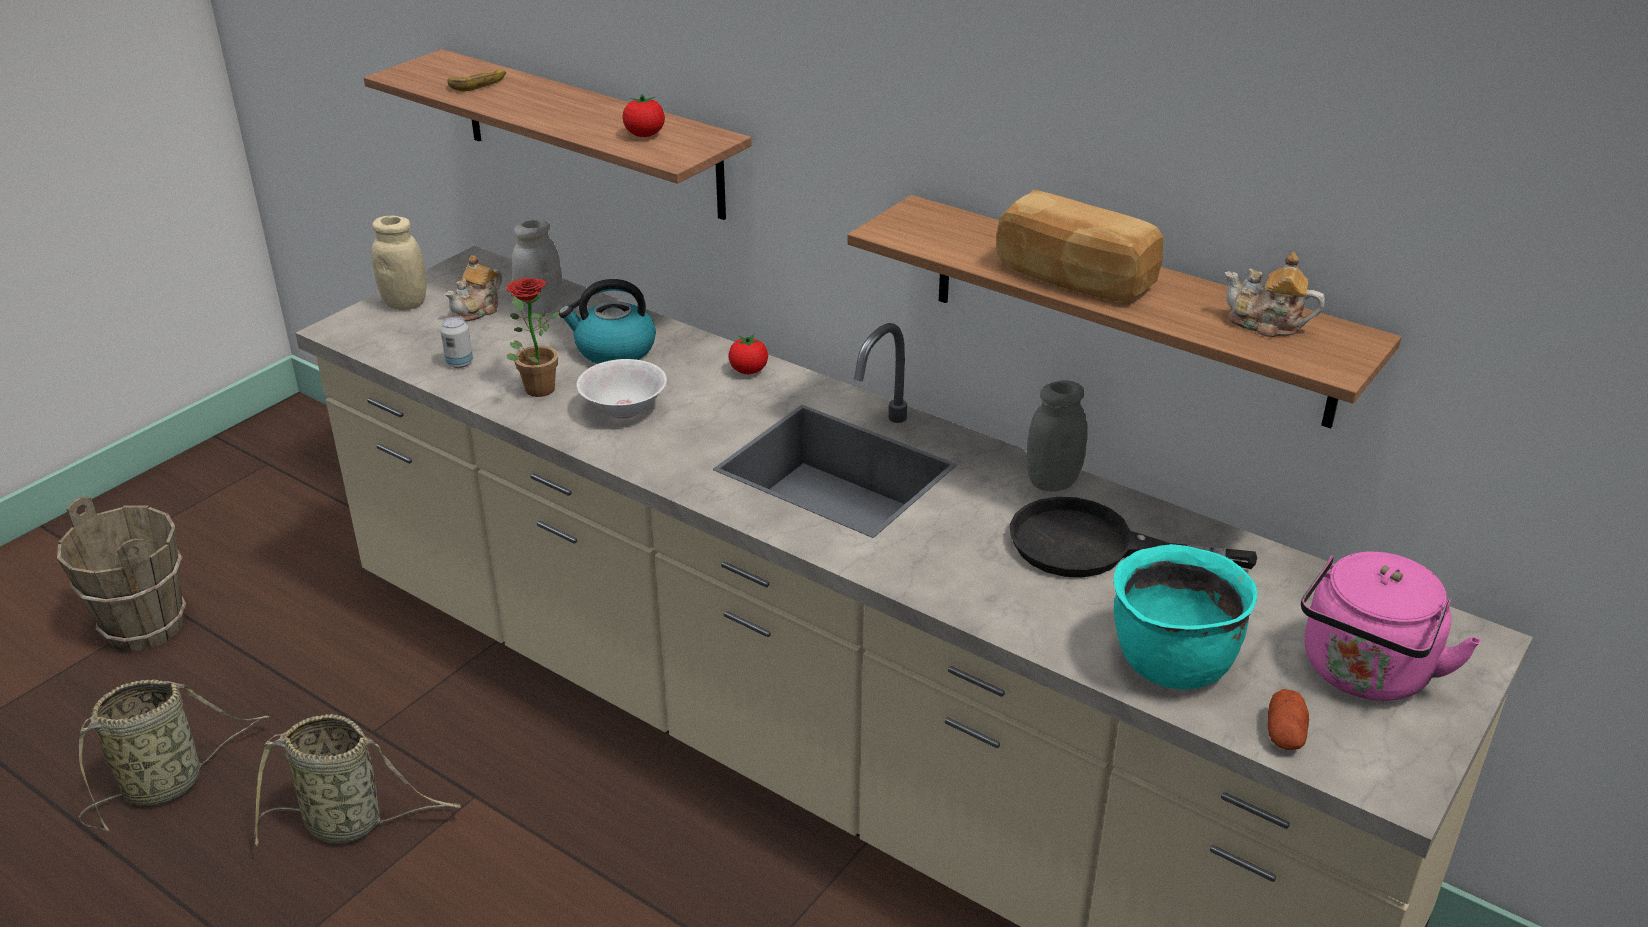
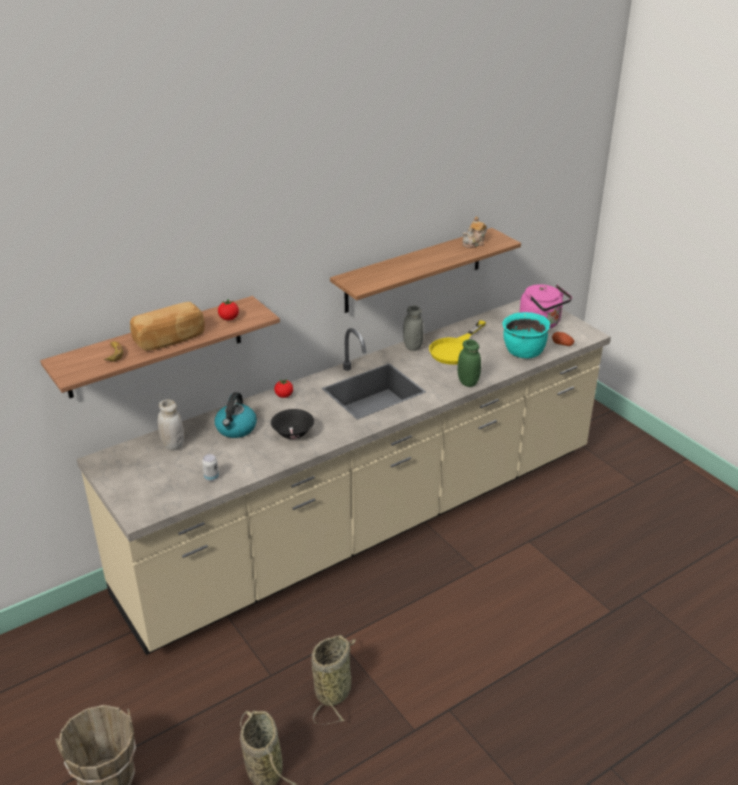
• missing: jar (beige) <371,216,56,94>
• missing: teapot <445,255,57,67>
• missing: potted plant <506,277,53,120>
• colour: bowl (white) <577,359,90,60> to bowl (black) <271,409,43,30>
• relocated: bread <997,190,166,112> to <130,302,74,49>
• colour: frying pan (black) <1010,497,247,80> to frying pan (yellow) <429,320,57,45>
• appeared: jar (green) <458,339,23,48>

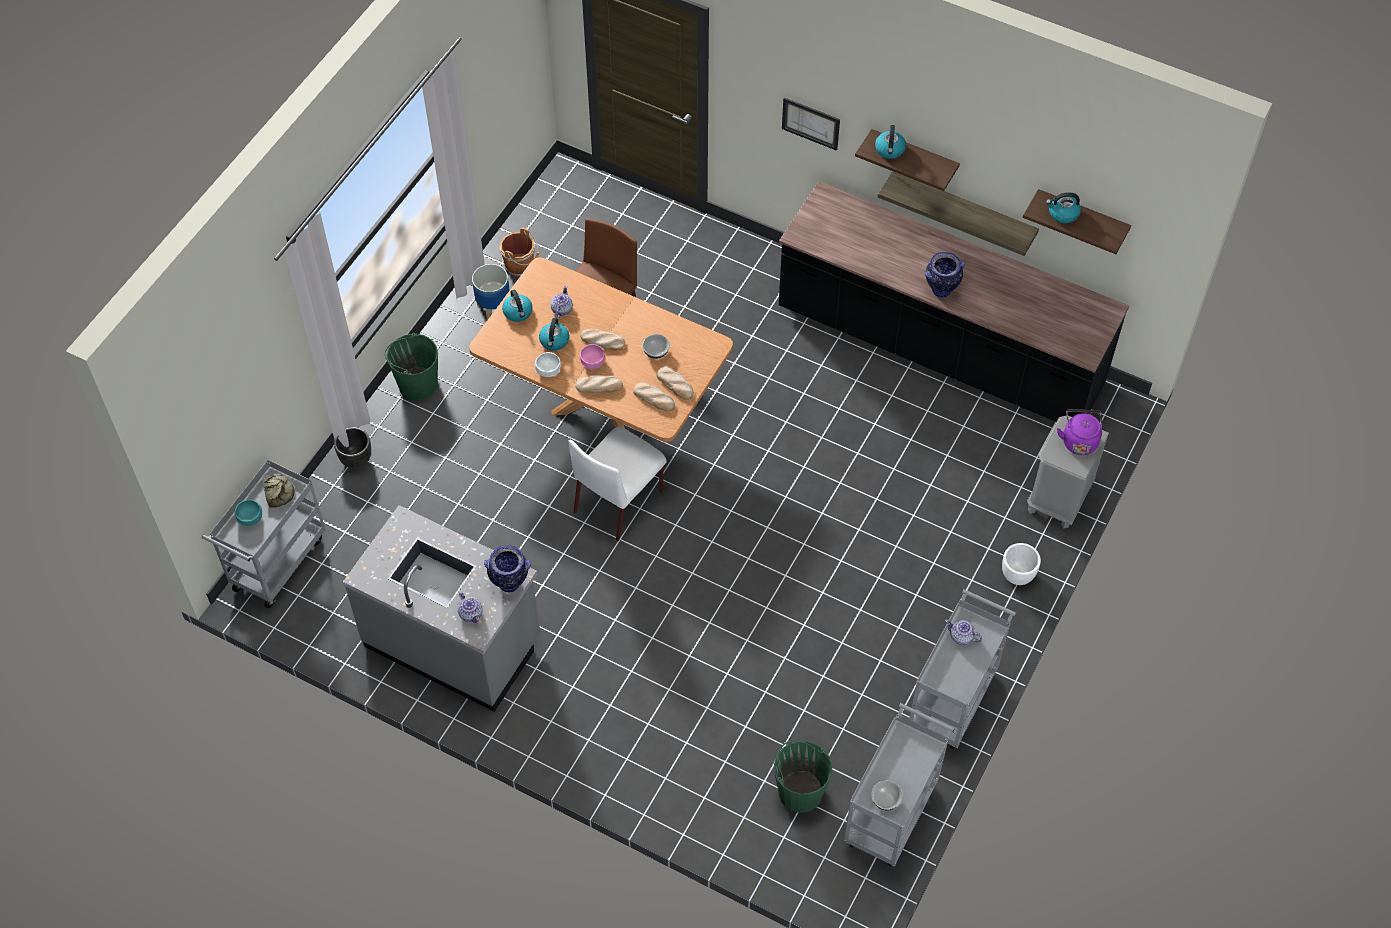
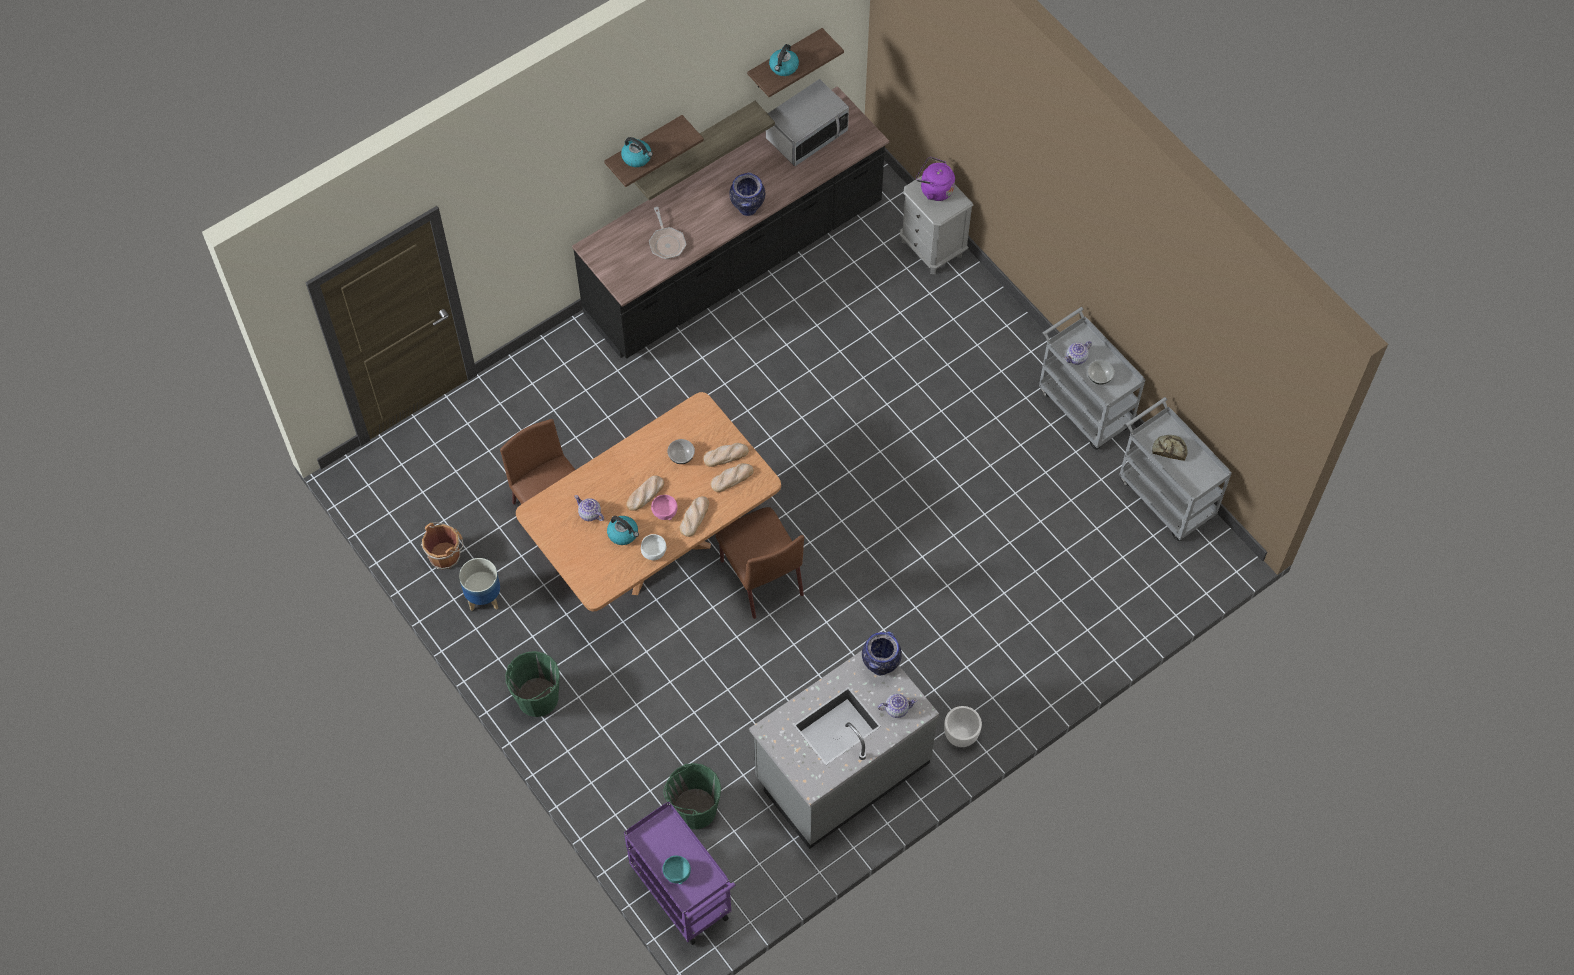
• colour: cart (grey) <202,460,124,148> to cart (purple) <624,802,112,143>
• relocated: bread <264,475,30,32> to <1152,435,36,26>
• missing: planter (black) <334,427,37,41>
• missing: kettle <502,290,31,32>
• colour: chair (white) <568,427,99,114> to chair (brown) <715,507,89,112>
• relocated: bucket (green) <774,741,58,72> to <664,763,57,67>
• missing: picture <782,97,58,54>
• relocated: bowl <871,781,32,30> to <1088,360,26,25>
• relocated: planter (white) <1002,543,39,42> to <944,706,38,41>
• appeared: frying pan <649,207,38,52>
• appeared: microwave <766,79,83,87>

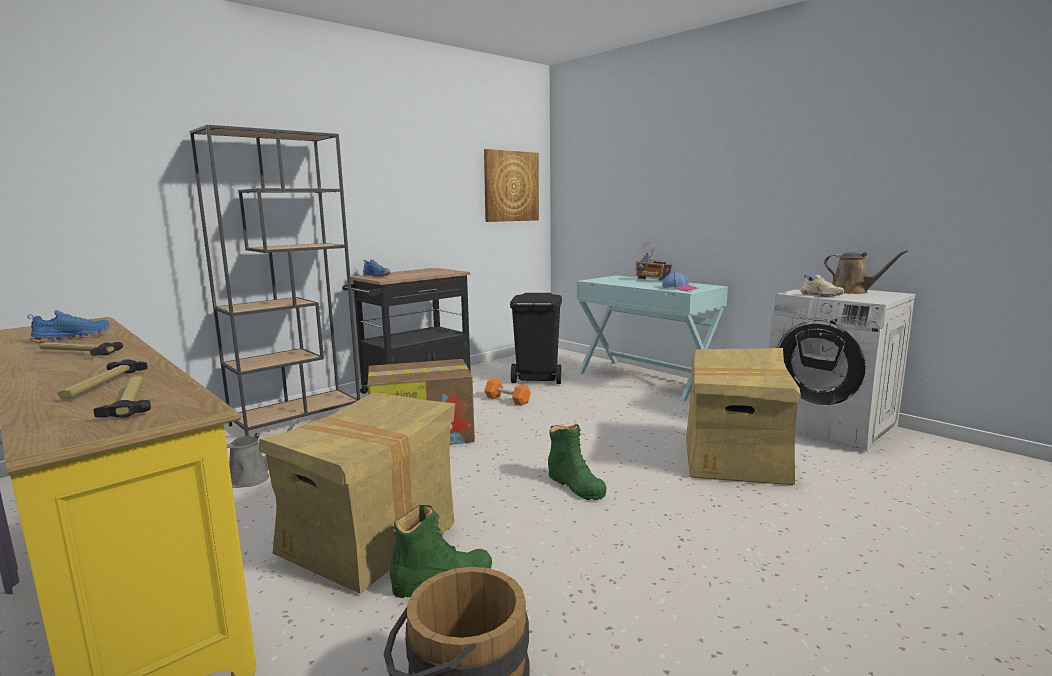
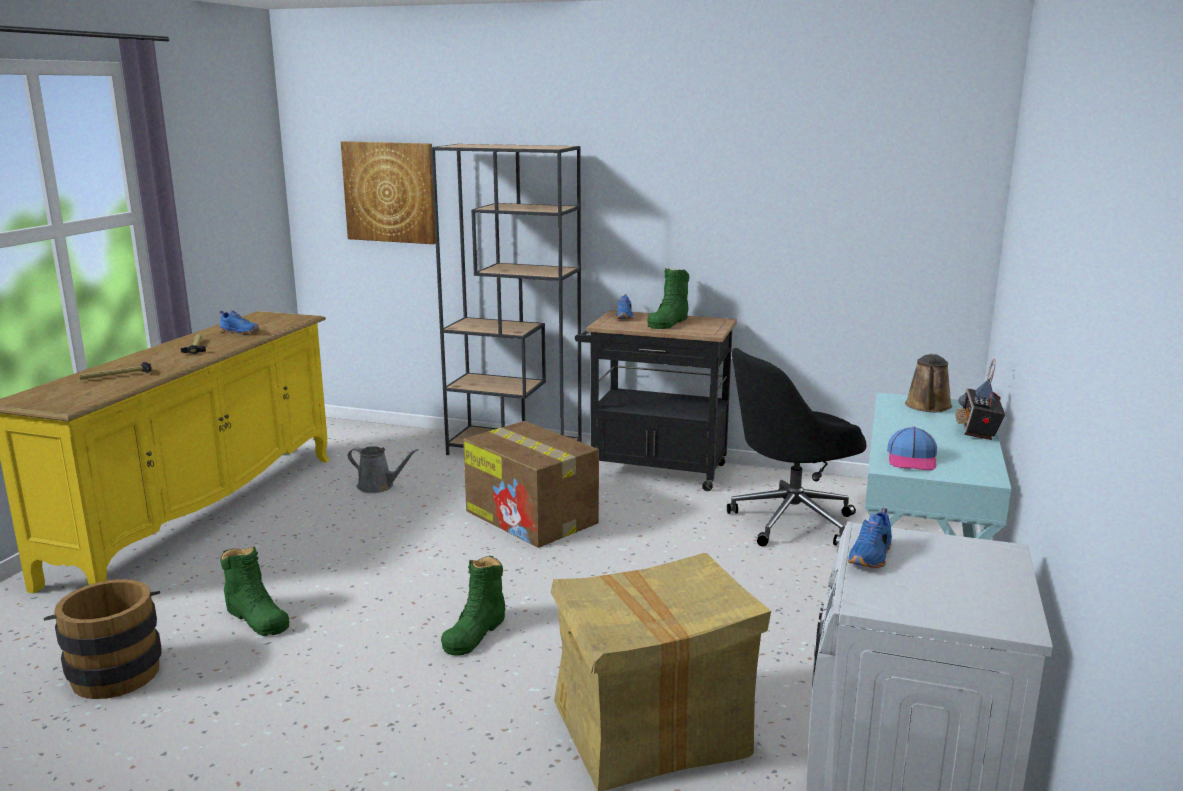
• missing: hammer <93,376,58,42>
• missing: cardboard box <259,392,196,202>
• relocated: picture <484,149,55,73> to <341,141,95,103>
• missing: dumbbell (orange) <484,379,47,27>
• exchanged: trash can (black) <510,293,52,91> to office chair (black) <727,348,139,198>
• colour: shoe (beige) <801,275,43,22> to shoe (blue) <848,508,44,60>
• relocated: watering can (brown) <824,250,84,44> to <905,353,47,59>
• appeared: boot (green) <647,268,42,61>

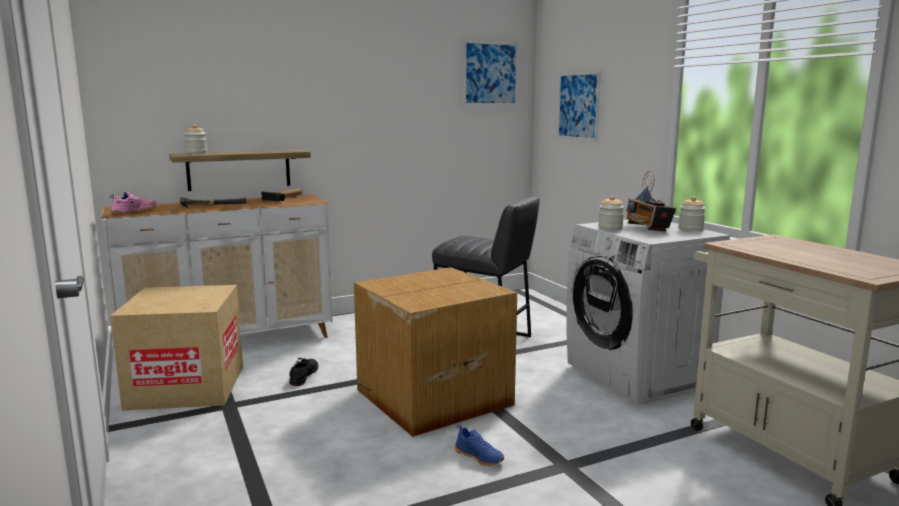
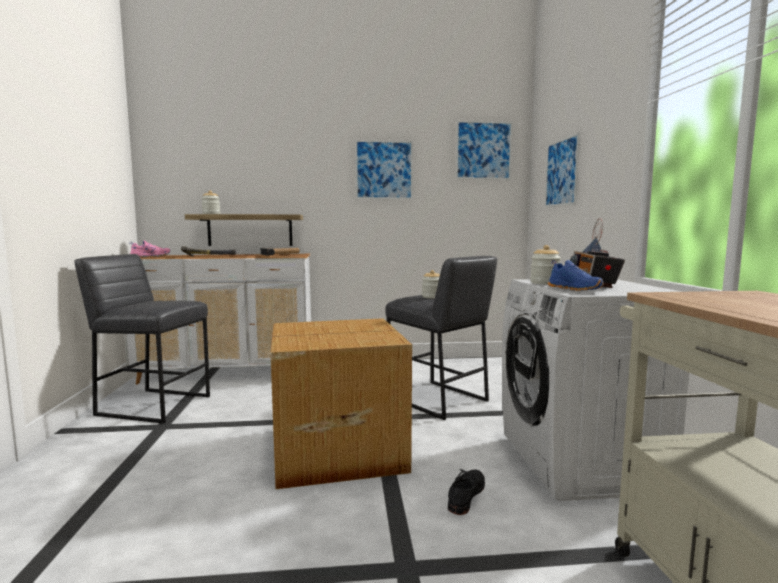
• exchanged: cardboard box <110,285,133,126> to stool (grey) <74,254,136,170>
• relocated: shoe (black) <289,358,29,28> to <448,469,37,46>
• relocated: shoe (blue) <455,424,49,42> to <548,260,56,31>
• relocated: jar <678,197,28,34> to <422,270,18,28>
• appeared: picture <355,140,58,60>

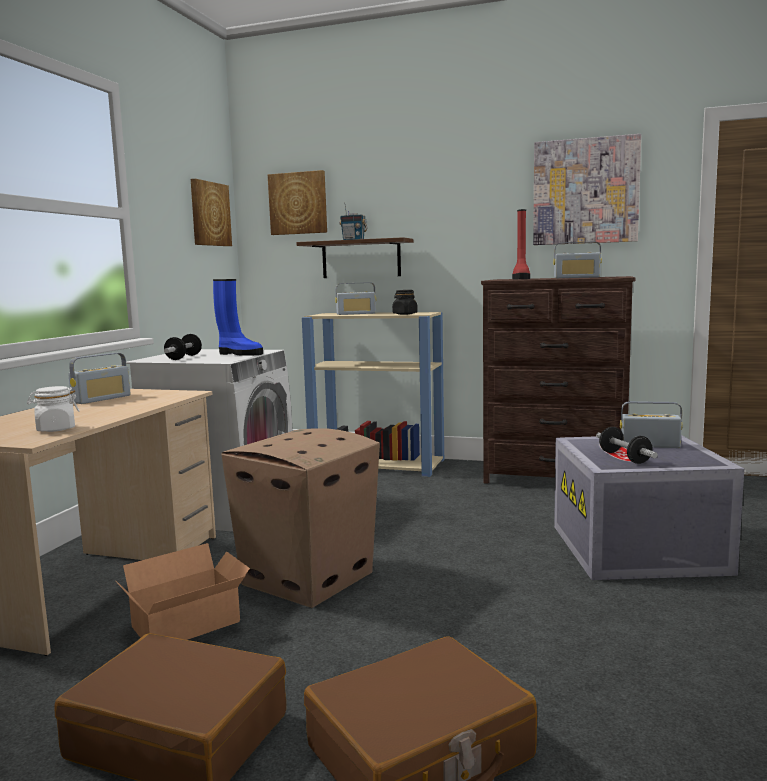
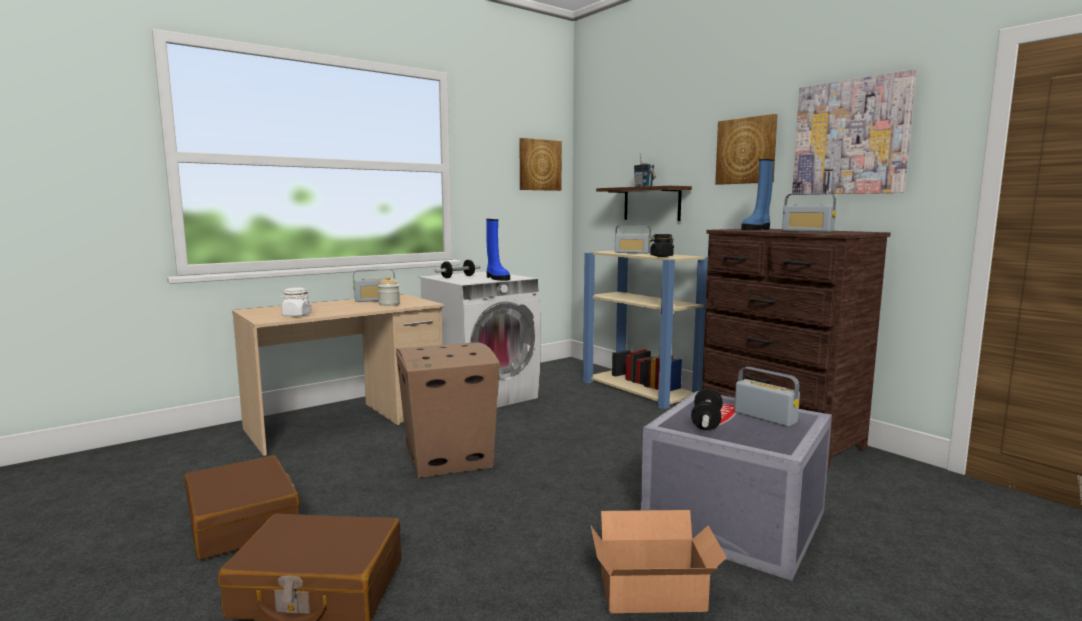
• relocated: cardboard box <116,543,134,97> to <591,510,136,103>
• relocated: picture <268,170,59,65> to <715,114,63,71>
• colour: boot (red) <512,209,18,70> to boot (blue) <741,159,33,71>
• appeared: jar <378,276,22,30>

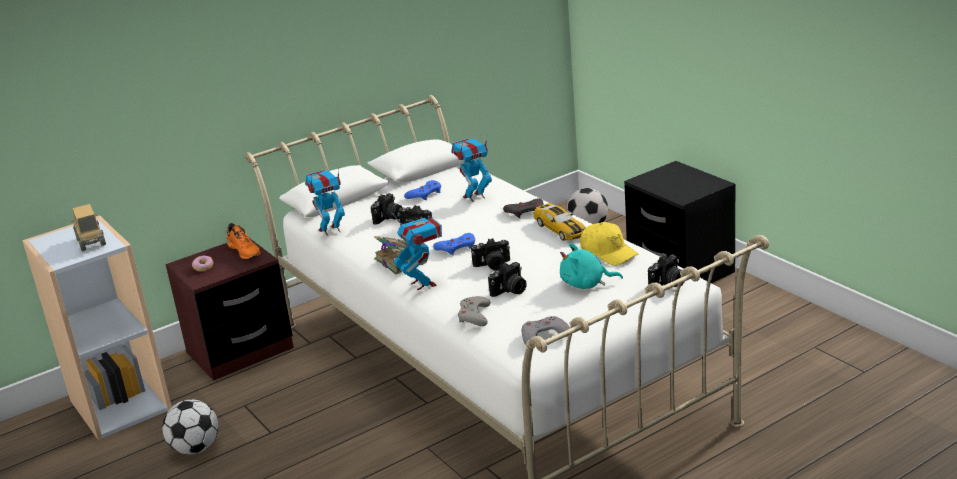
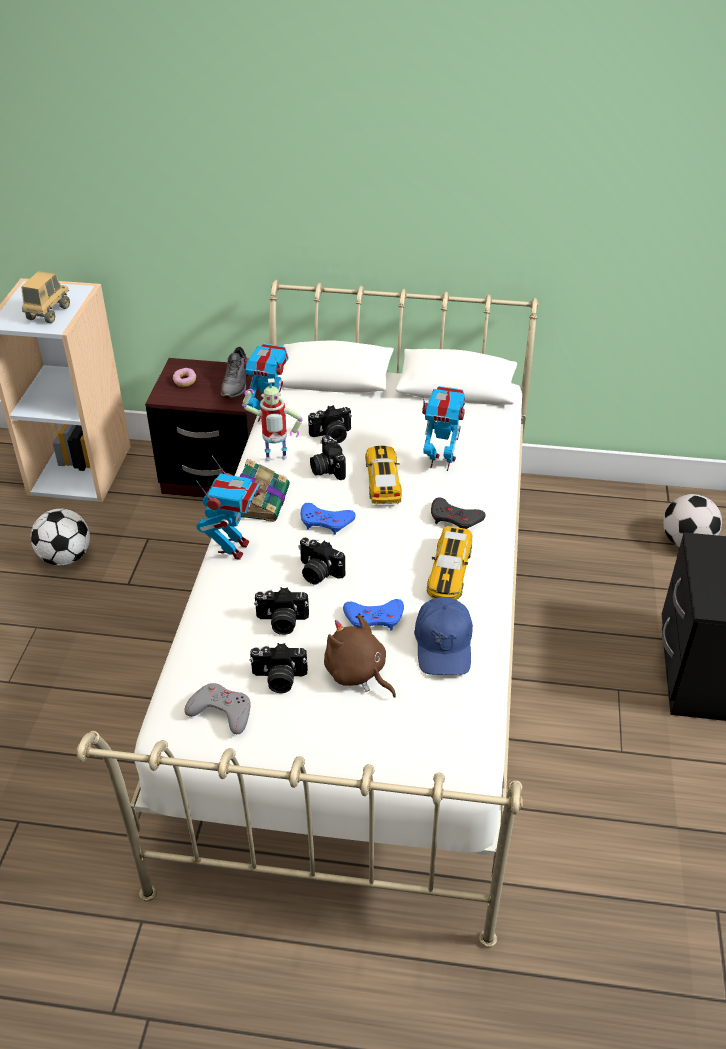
• colour: shoe (orange) <226,223,35,36> to shoe (grey) <221,347,27,51>
• relocated: game controller (blue) <404,180,37,20> to <343,599,61,32>
• missing: game controller (grey) <458,296,33,30>
• colour: plush toy (turquoise) <560,243,63,46> to plush toy (brown) <324,615,72,83>
• colour: cap (yellow) <580,222,58,44> to cap (blue) <414,597,59,78>
• relocated: photo camera <648,255,36,32> to <250,643,58,50>
• appeared: toy robot <242,378,61,83>
• appeared: toy car <366,446,36,59>

